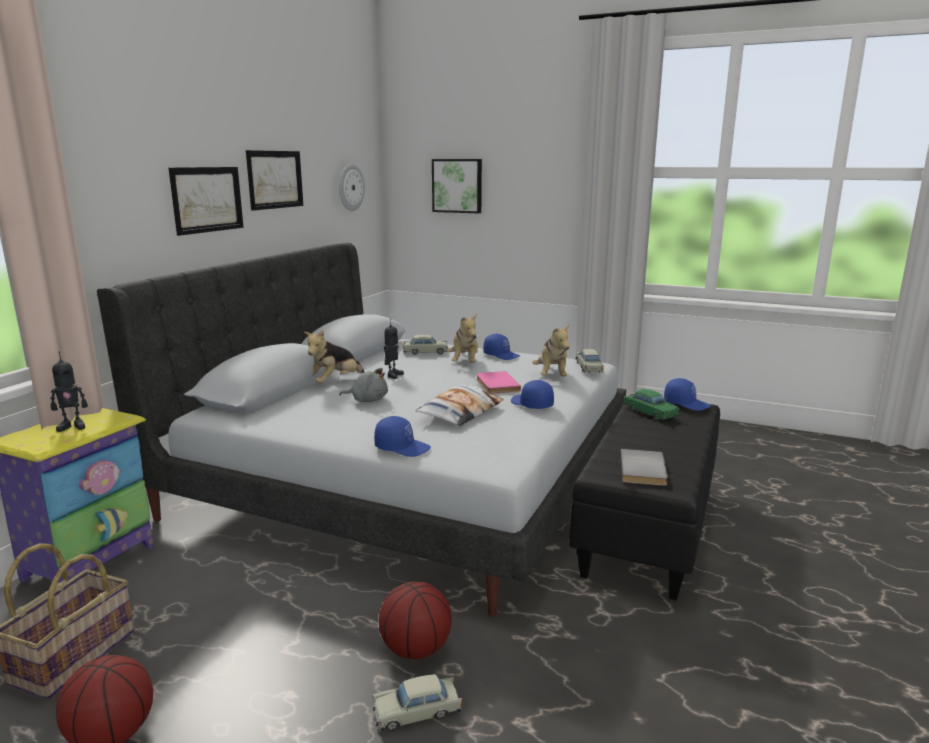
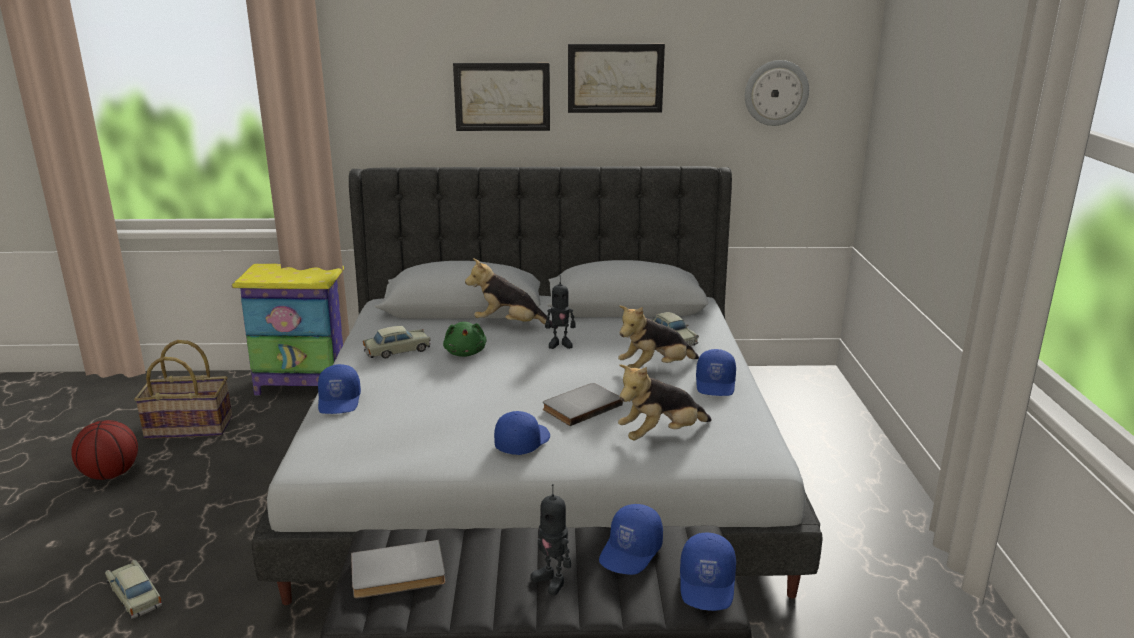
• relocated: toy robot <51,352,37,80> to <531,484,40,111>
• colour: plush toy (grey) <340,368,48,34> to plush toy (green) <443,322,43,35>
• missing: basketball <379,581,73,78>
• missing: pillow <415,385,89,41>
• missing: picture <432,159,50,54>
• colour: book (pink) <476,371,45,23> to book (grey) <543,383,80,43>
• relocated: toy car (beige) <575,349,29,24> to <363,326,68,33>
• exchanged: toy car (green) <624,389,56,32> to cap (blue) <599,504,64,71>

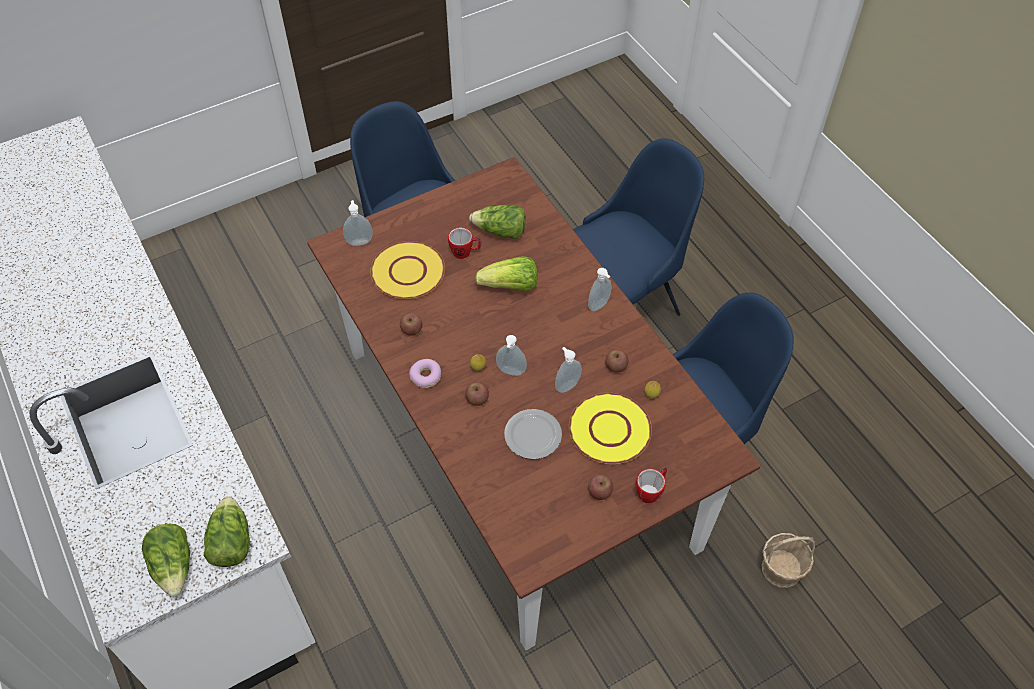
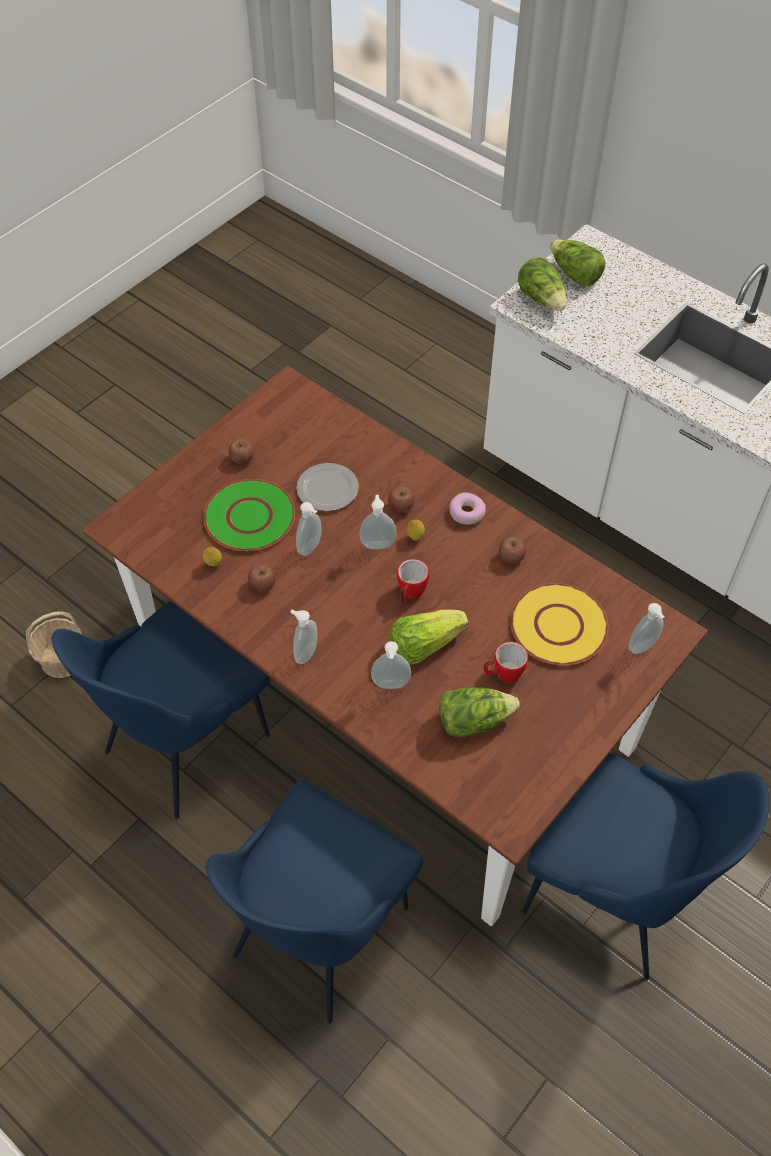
• colour: plate (yellow) <569,393,83,71> to plate (green) <203,479,92,72>
• relocated: mug <636,468,31,35> to <397,559,32,43>
• appeared: soap dispenser <371,641,40,48>

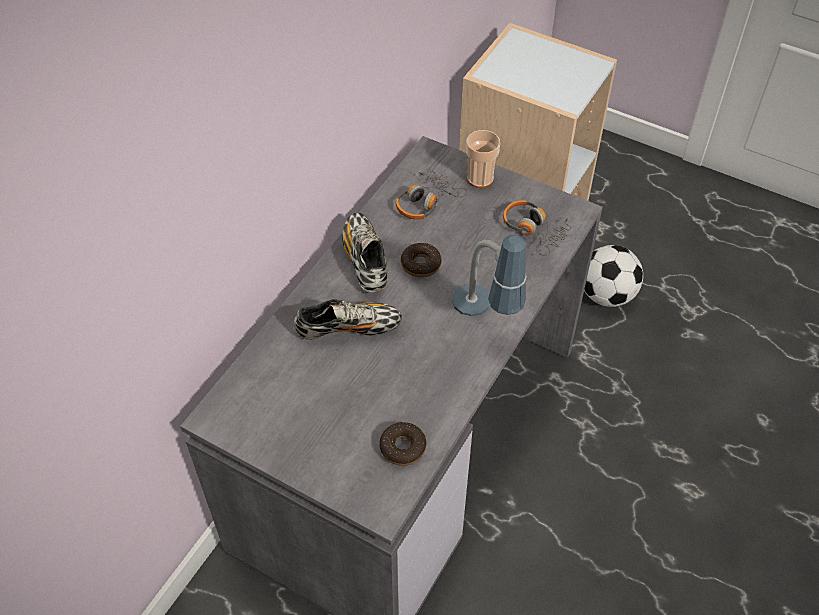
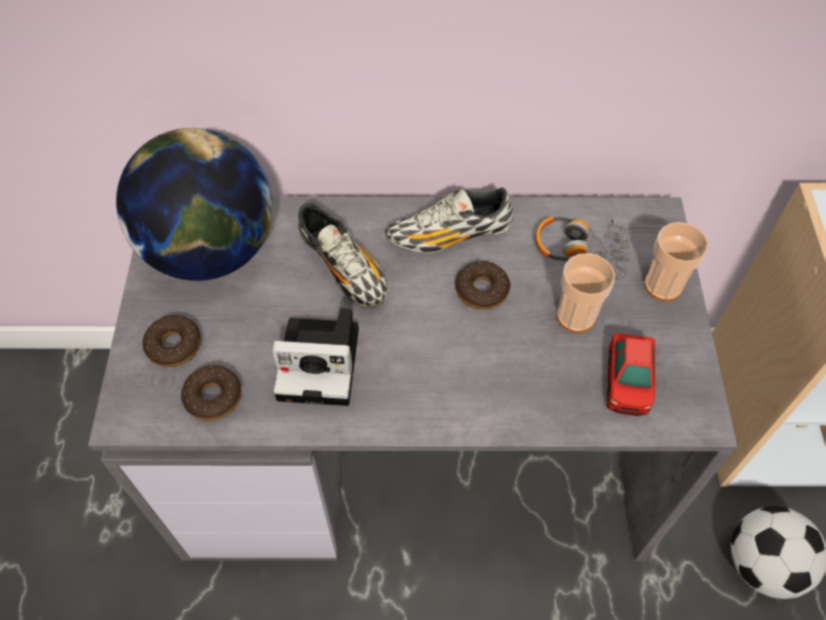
• spun: shoe <342,213,45,80> = <385,187,128,66> 150 degrees counterclockwise
• missing: table lamp <452,235,75,81>
• exchanged: headphones <503,200,69,55> to toy car <607,333,48,83>
• appeared: globe <116,128,157,153>
• appeared: donut <142,315,59,52>
• appeared: photo camera <272,308,87,98>
• appeared: cup <557,253,58,80>

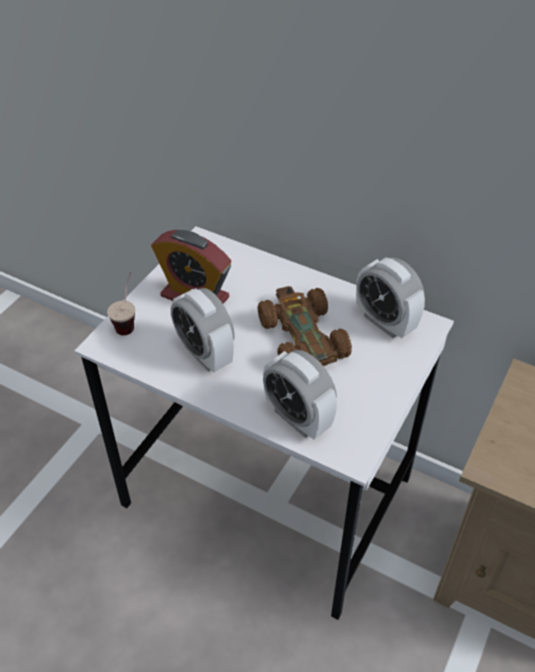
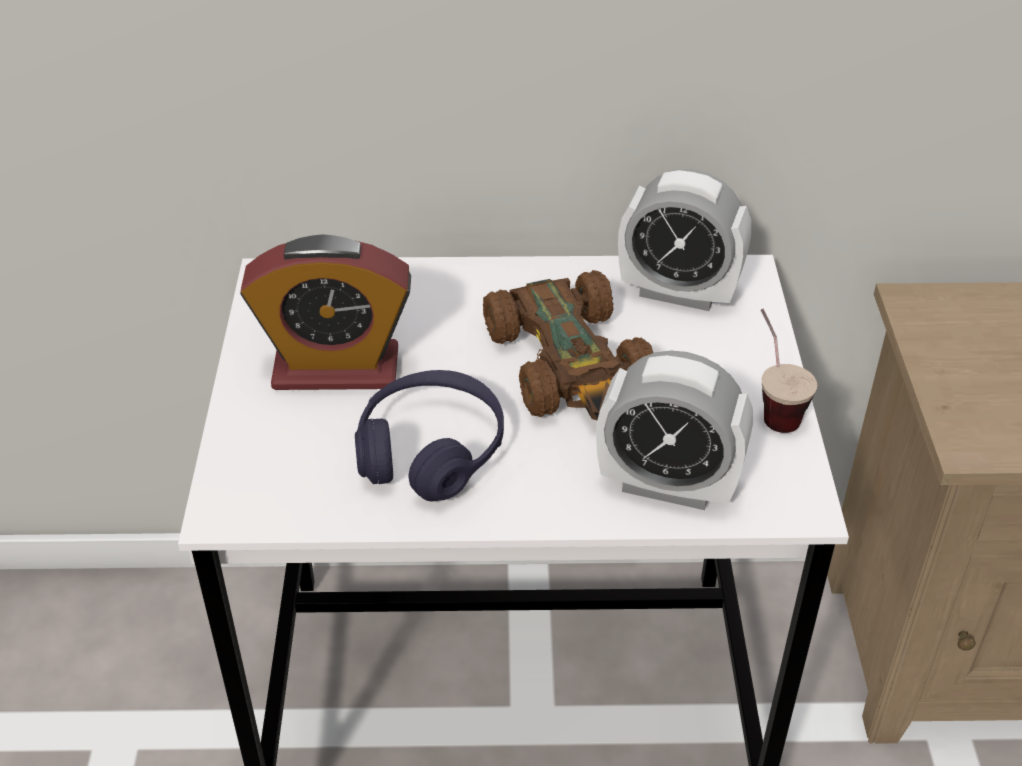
• relocated: cup <107,272,28,63> to <761,309,56,124>
• exchanged: alarm clock <171,288,64,85> to headphones (purple) <355,370,149,131>
• spun: toy car (brown) <257,286,95,80> = <483,270,171,150> 150 degrees counterclockwise

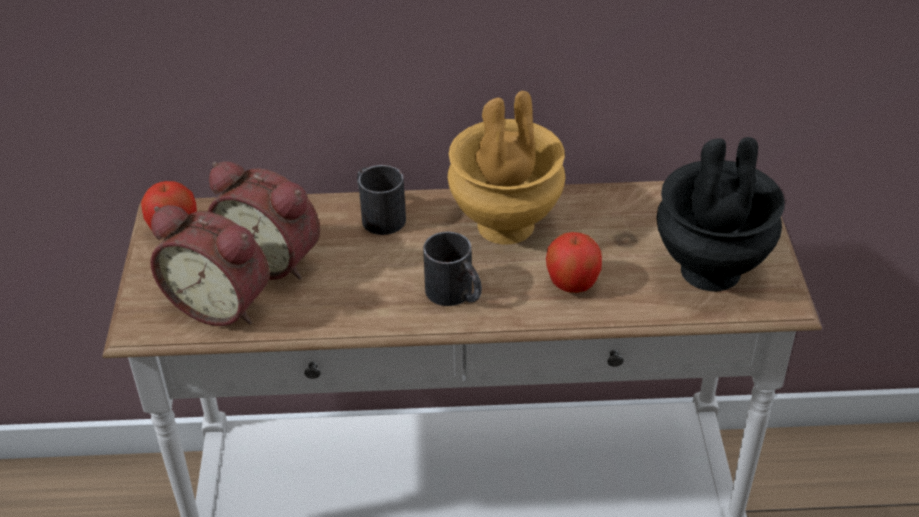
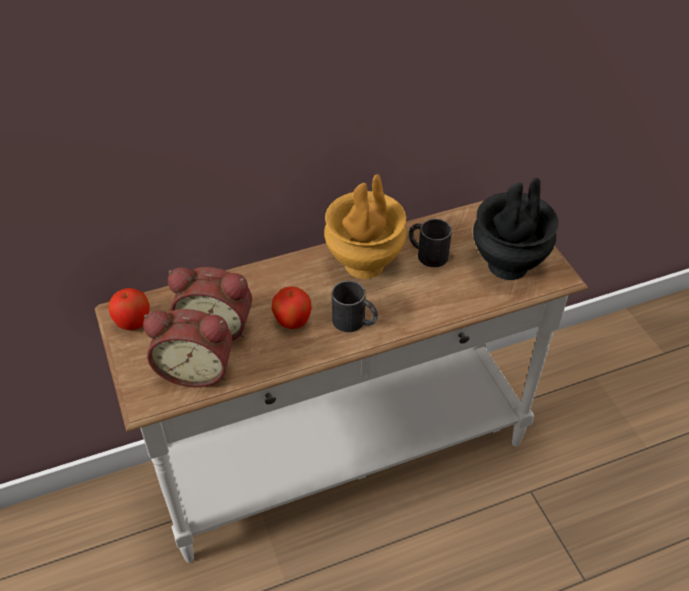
• relocated: mug (black) <357,165,49,70> to <409,219,43,48>
• relocated: apple <546,232,56,61> to <272,286,40,43>

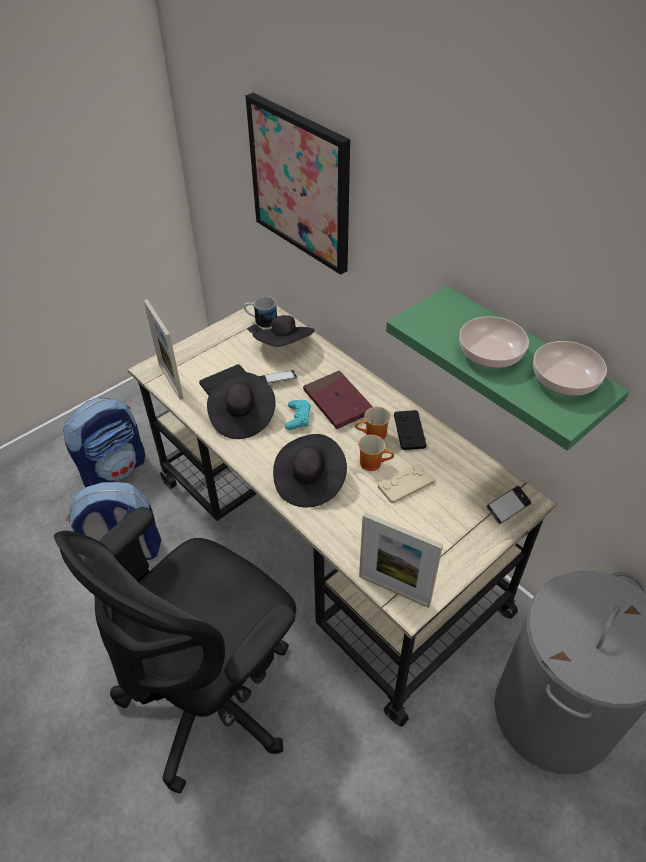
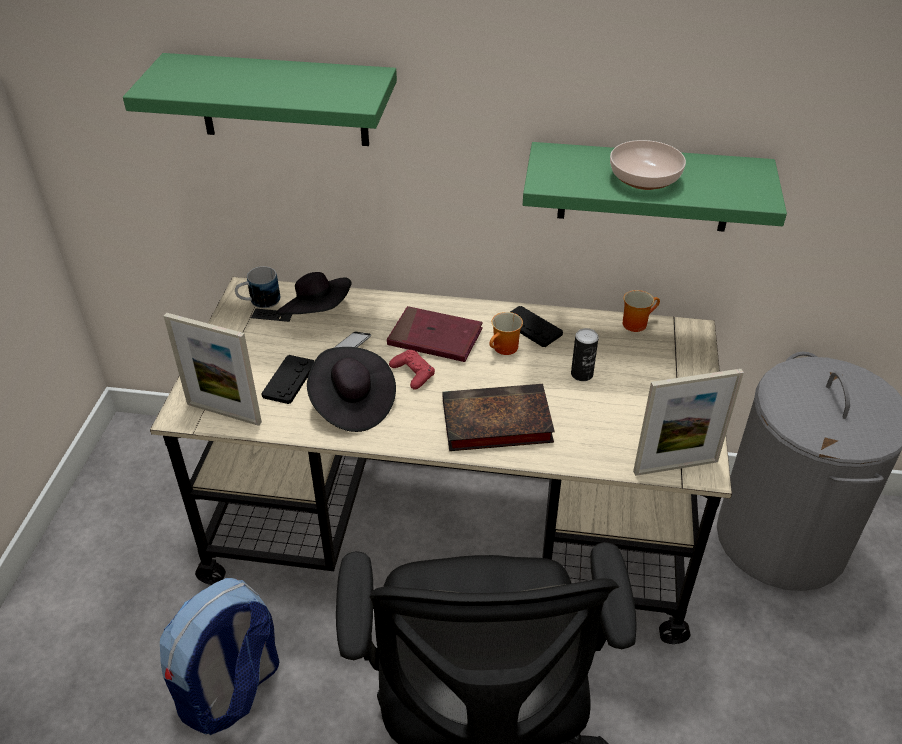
• missing: backpack <63,397,82,91>
• exchanged: picture <246,93,104,182> to shelf (green) <123,53,274,93>
• exchanged: hat (black) <273,434,74,73> to book <443,384,112,67>
• colour: game controller (turquoise) <285,400,26,30> to game controller (red) <389,350,46,40>
• relocated: mug <358,435,36,36> to <623,290,37,42>
• exchanged: game controller (beige) <378,463,57,40> to can <571,328,28,53>
• missing: phone <486,486,45,38>
• missing: bowl <533,341,74,55>

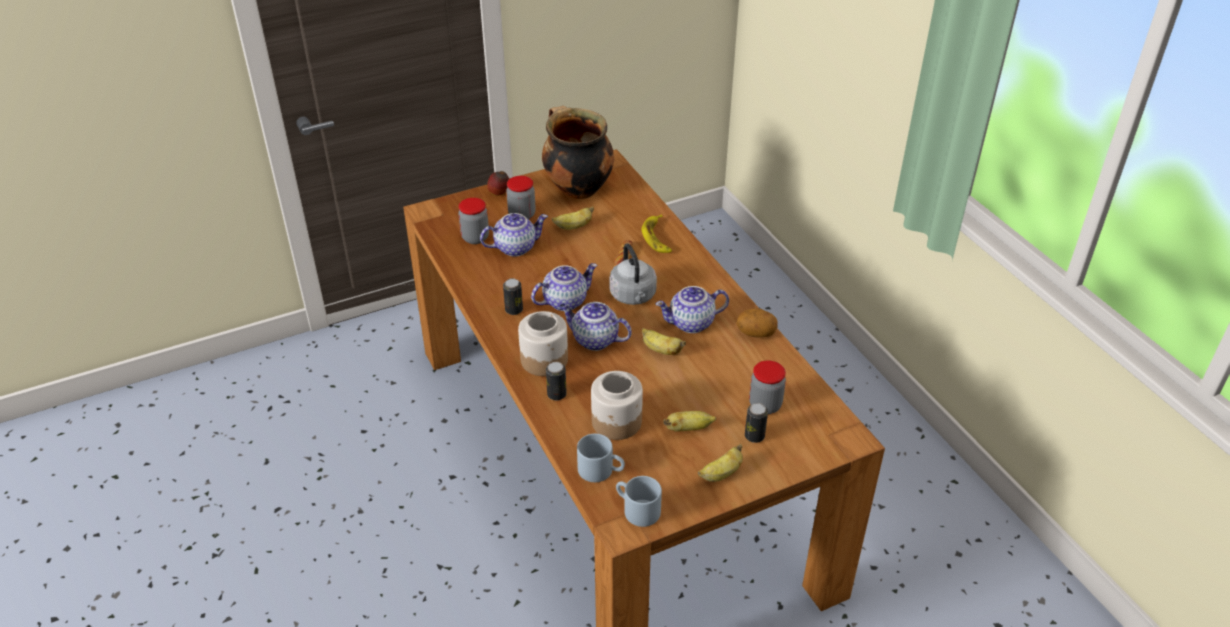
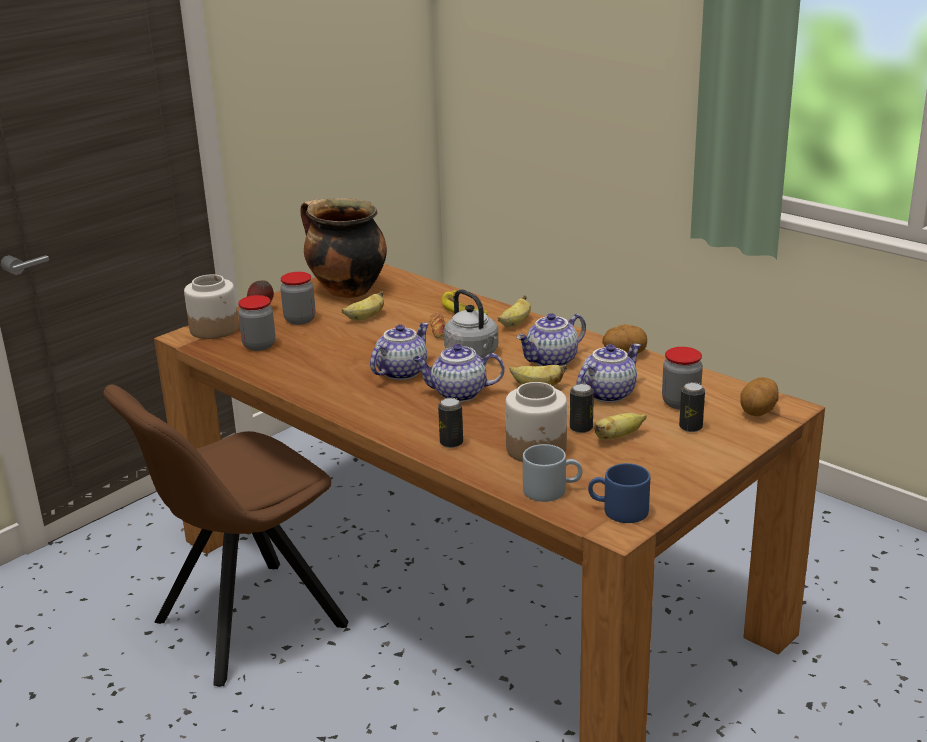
• relocated: teapot <480,213,68,44> to <576,343,65,60>
• relocated: can <503,278,20,37> to <570,383,24,50>
• relocated: jar <518,311,50,65> to <184,274,55,65>
• colour: mug (grey) <616,476,46,51> to mug (blue) <588,463,62,60>
• relocated: banana <698,444,45,38> to <498,295,33,32>
• appeared: chair (brown) <103,385,245,302>
• appeared: potato <740,377,38,39>

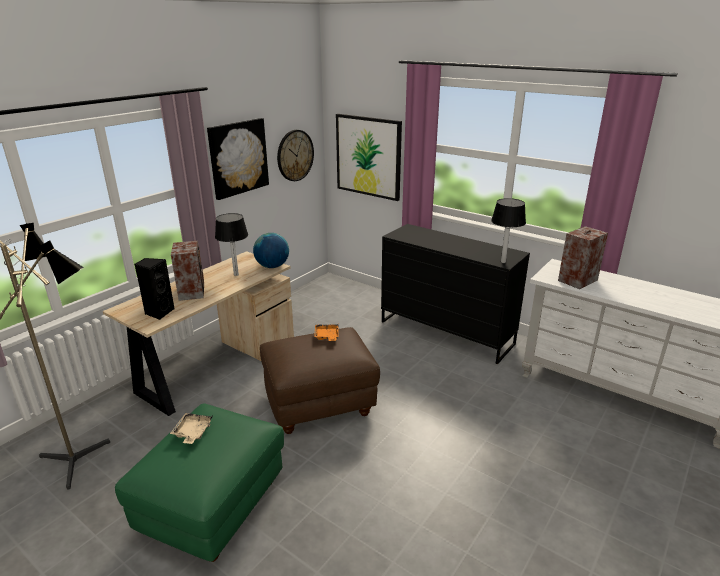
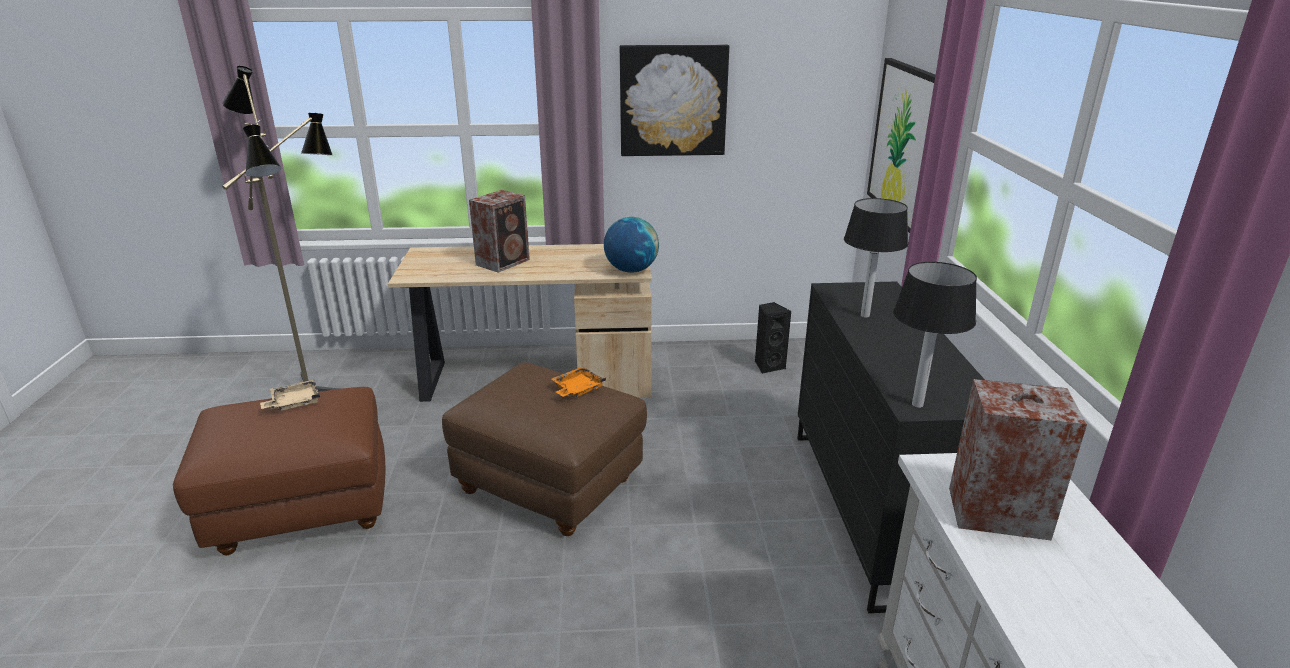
• colour: ottoman (green) <115,403,169,159> to ottoman (brown) <173,387,213,168>
• relocated: speaker (black) <135,258,40,62> to <755,302,37,72>
• relocated: table lamp <215,213,33,63> to <844,198,64,120>
• missing: wall clock <277,130,37,51>

